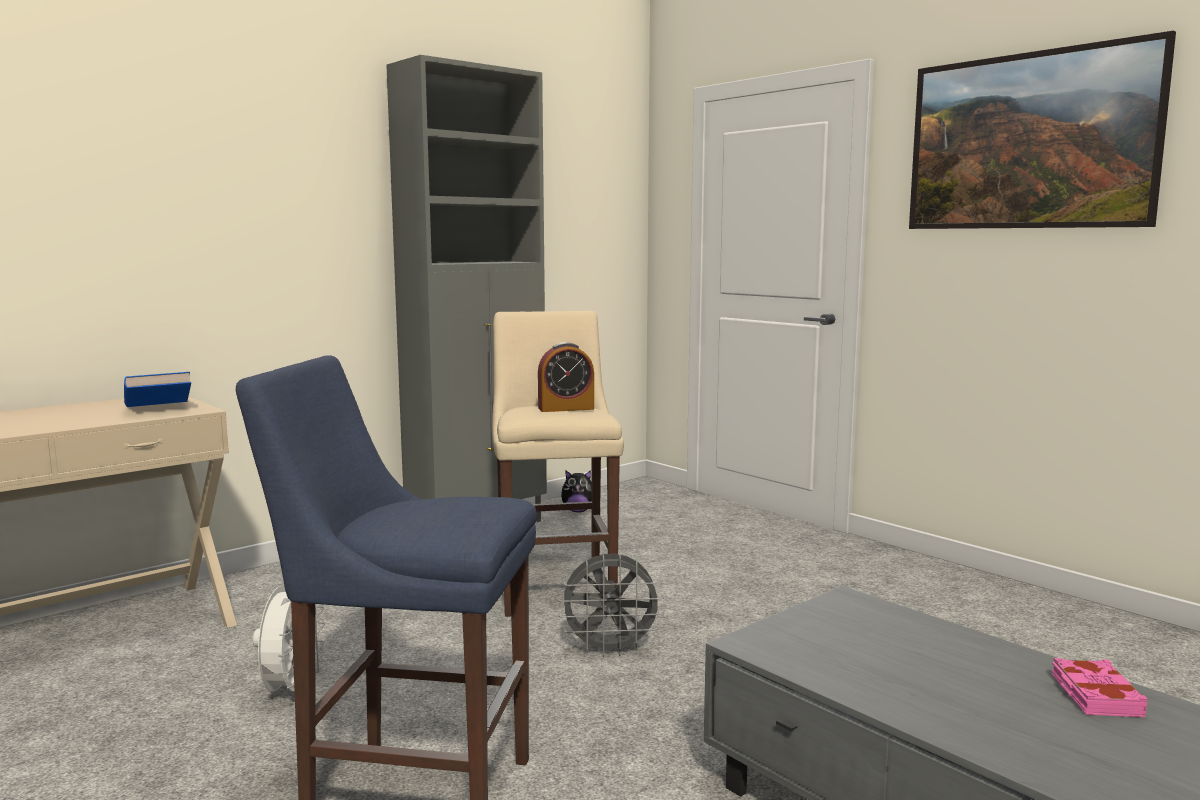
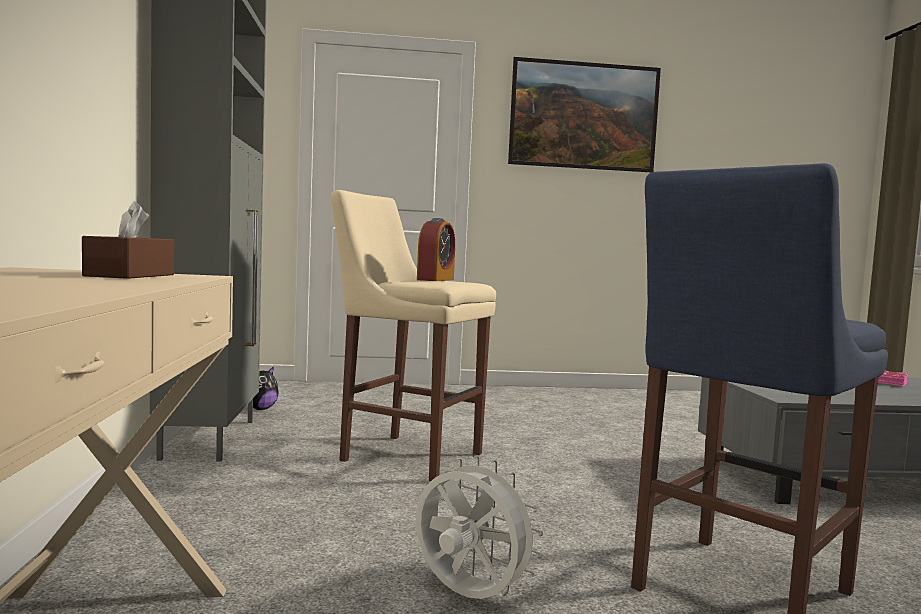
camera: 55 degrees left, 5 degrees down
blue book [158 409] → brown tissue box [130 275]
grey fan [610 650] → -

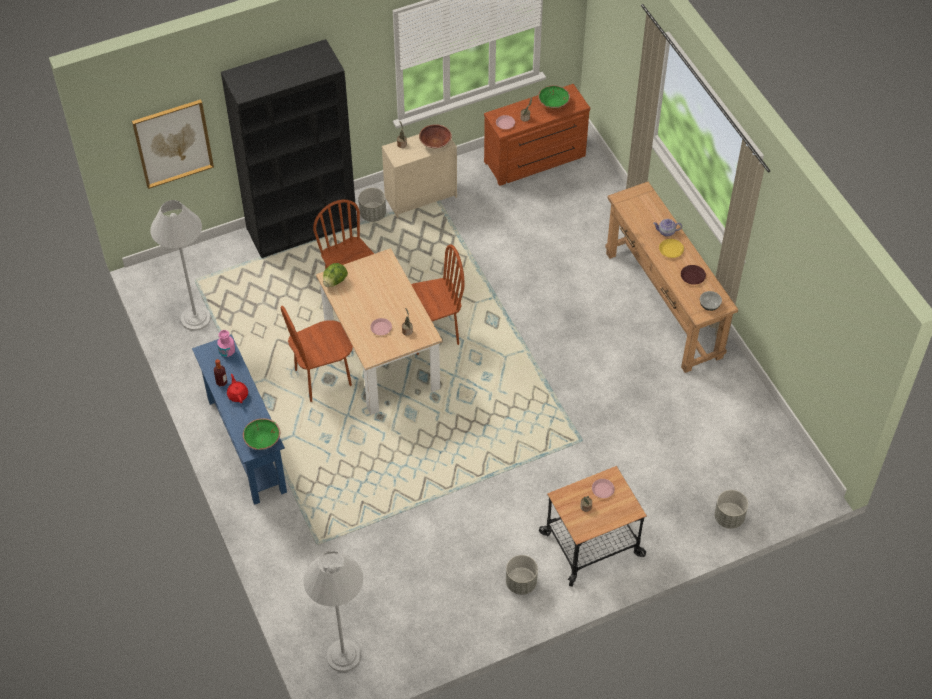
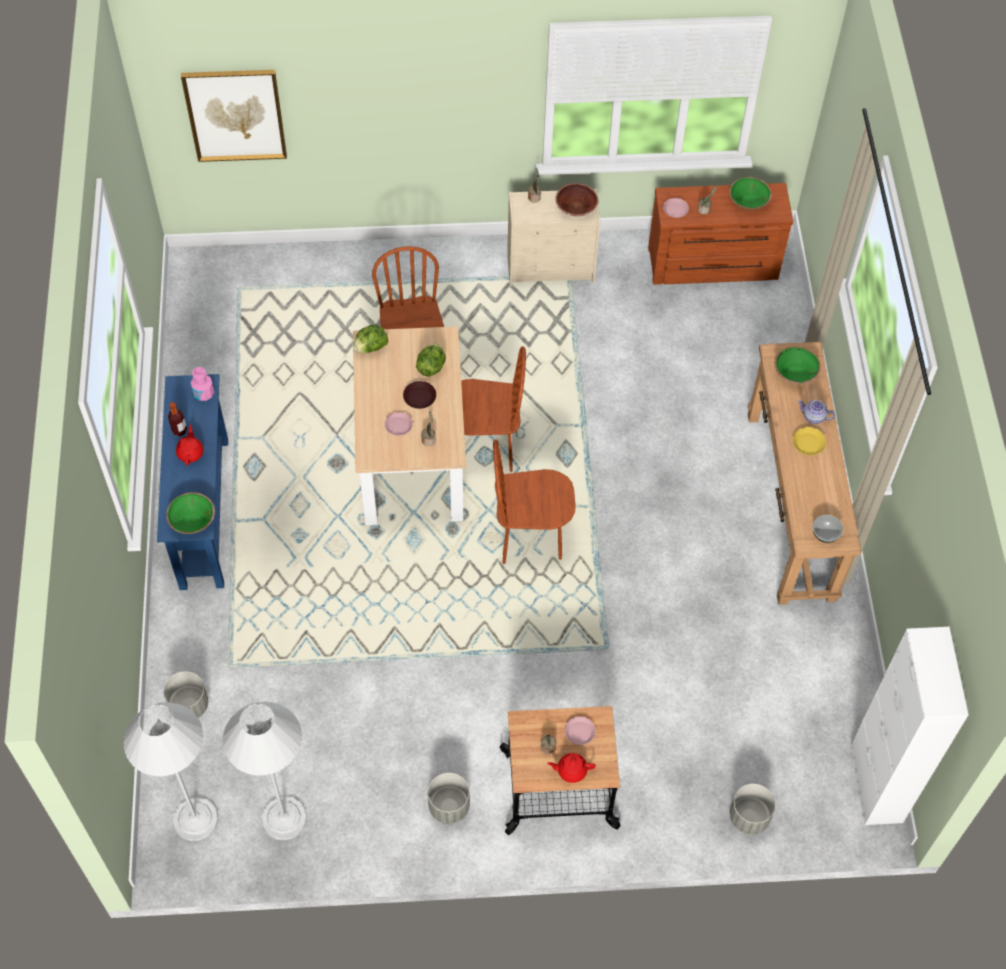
camera: 20 degrees right, 5 degrees up
white floor lamp [195 318] → white floor lamp [284 818], moved
black bookcase [302 227] → -
brown chair [323 378] → brown chair [530 537], moved
grey planter [373 214] → grey planter [188 705], moved
brown plate [692 277] → brown plate [419 397], moved
- → lettuce [431 366]
- → red teapot [571 770]
- → green bowl [795 373]
- → white cabinet [876 783]

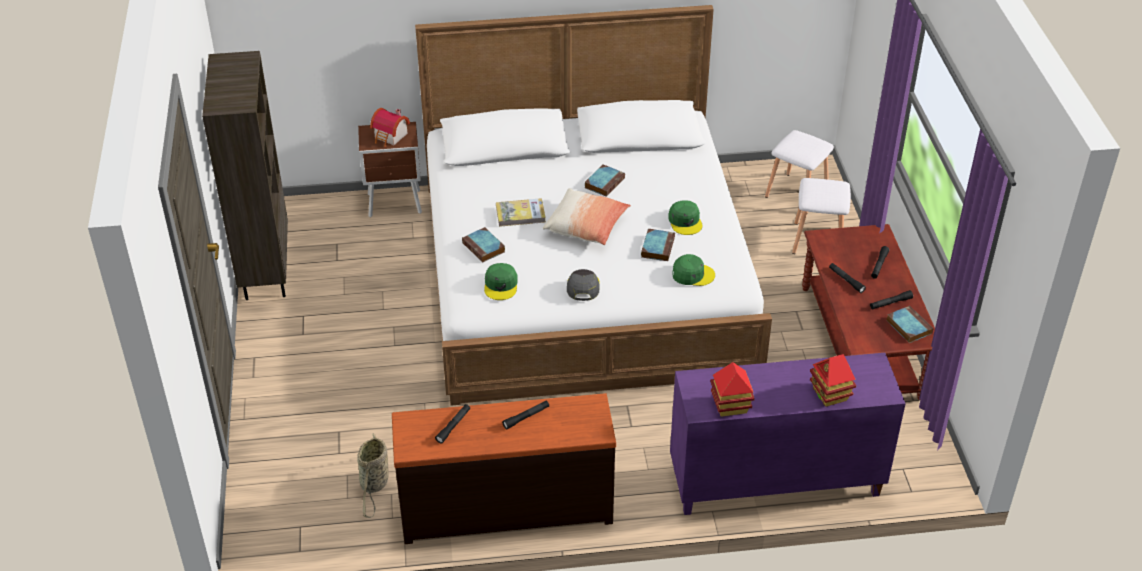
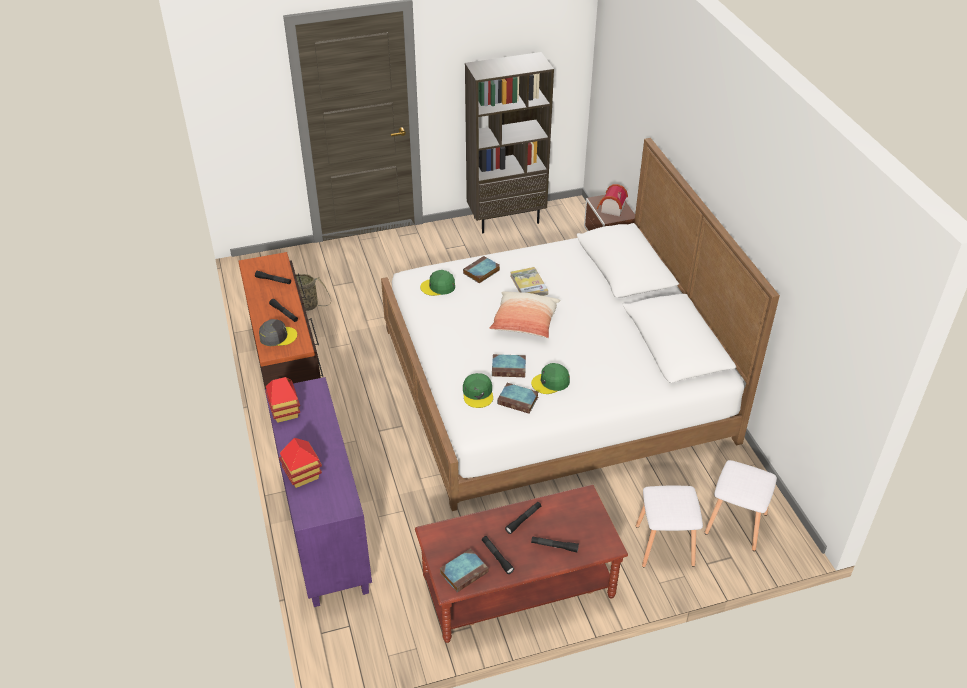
camera: 80 degrees right, 0 degrees up
grey cap [582 287] → grey cap [277 336], moved
book [604 182] → book [518 400], moved

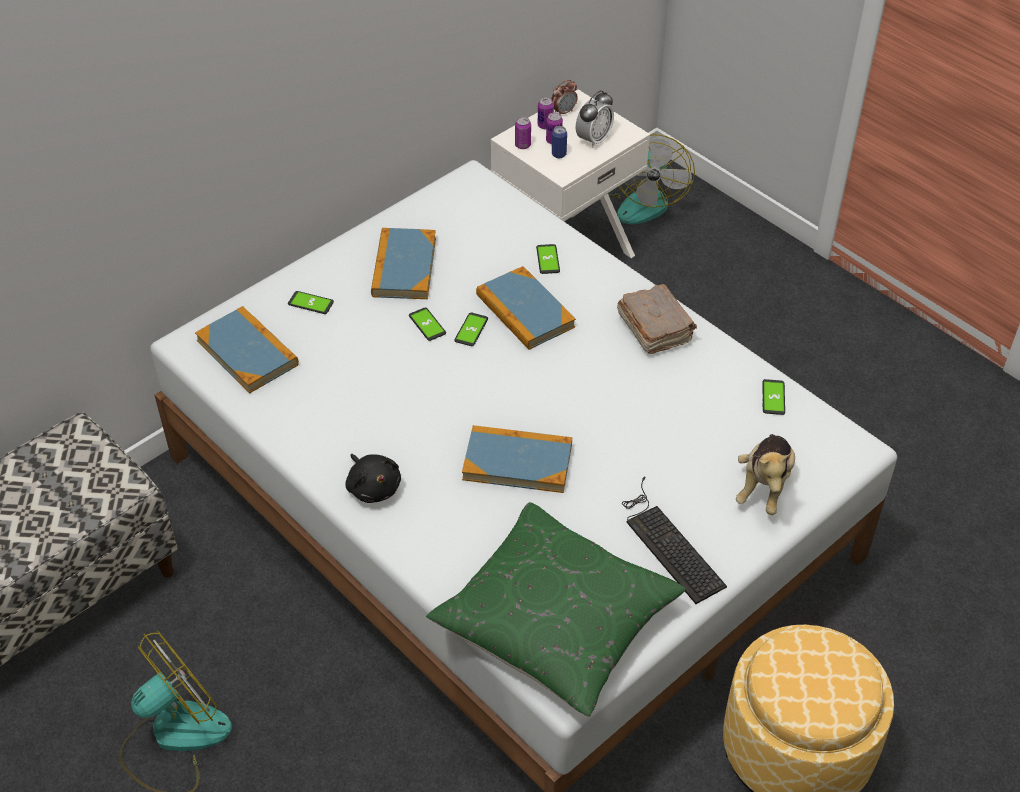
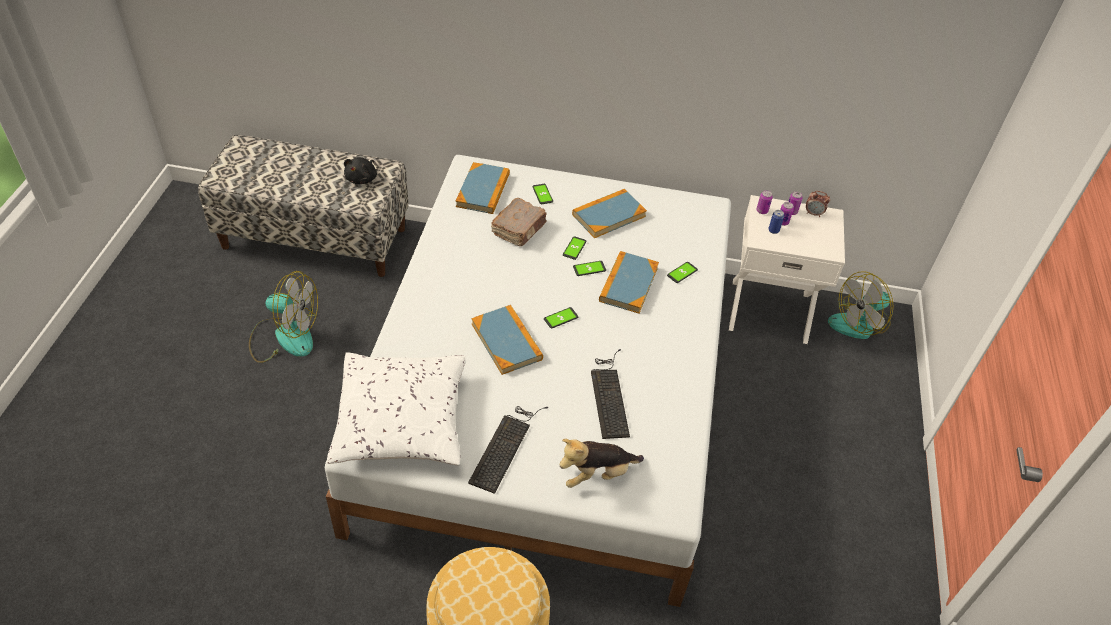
camera: 50 degrees right, 0 degrees up
black plush toy [373 487] → black plush toy [362 178], moved
green pillow [555 622] → white pillow [401 420]
alarm clock [593 140] → -
brown book [654 328] → brown book [519 229], moved
phone [773 397] → phone [561 318], moved
- → keyboard [609 395]

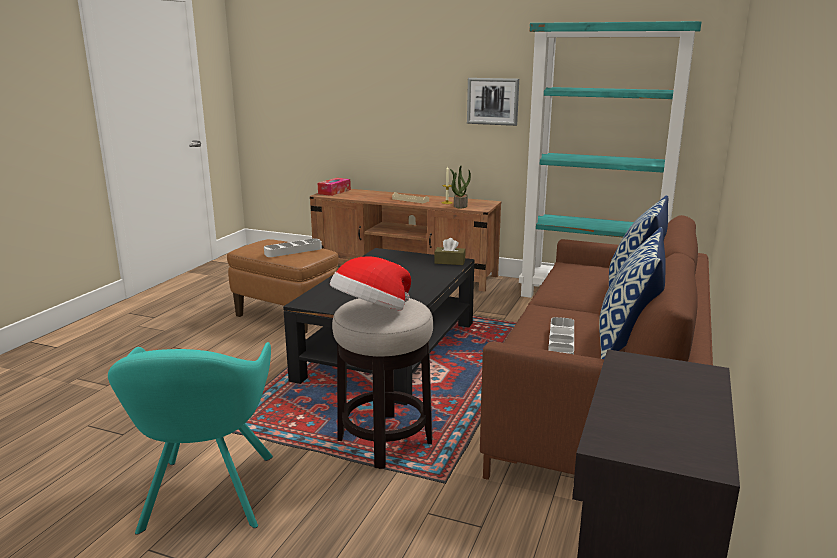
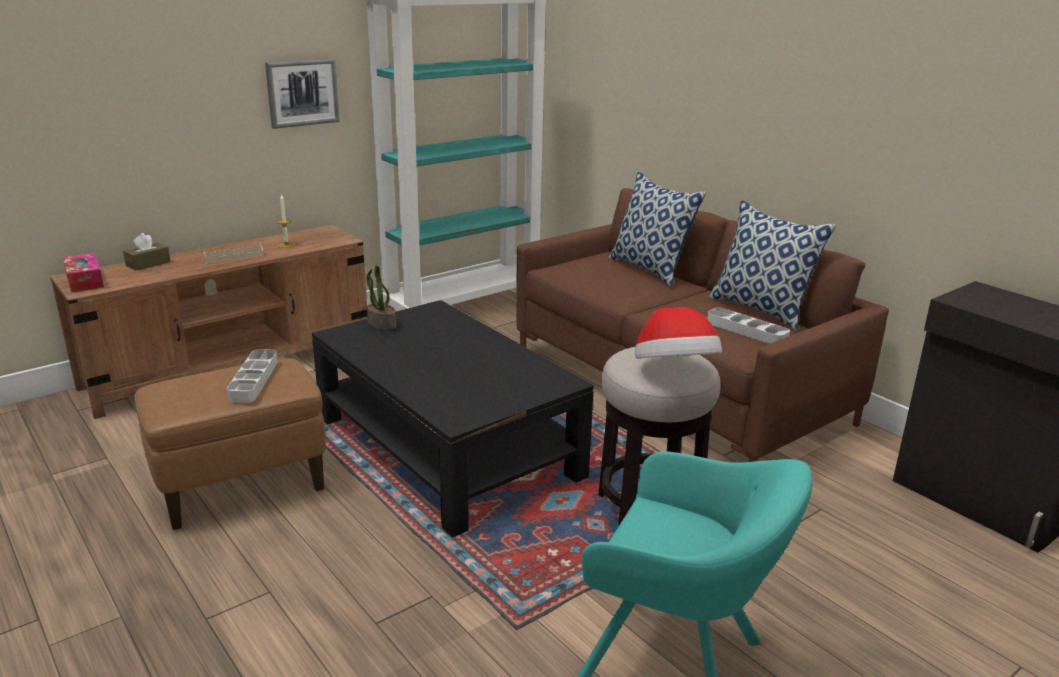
camera: 60 degrees left, 5 degrees up
brown tissue box [449 262] → brown tissue box [148 264], moved
potted plant [460 205] → potted plant [381 324], moved

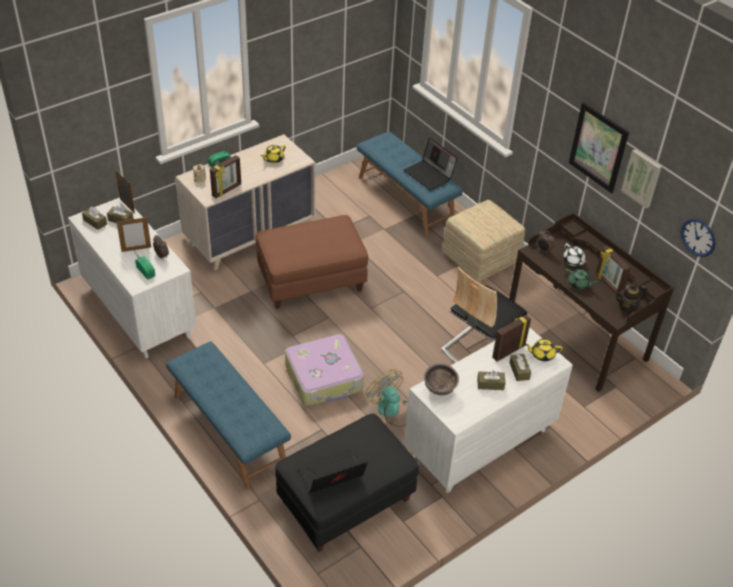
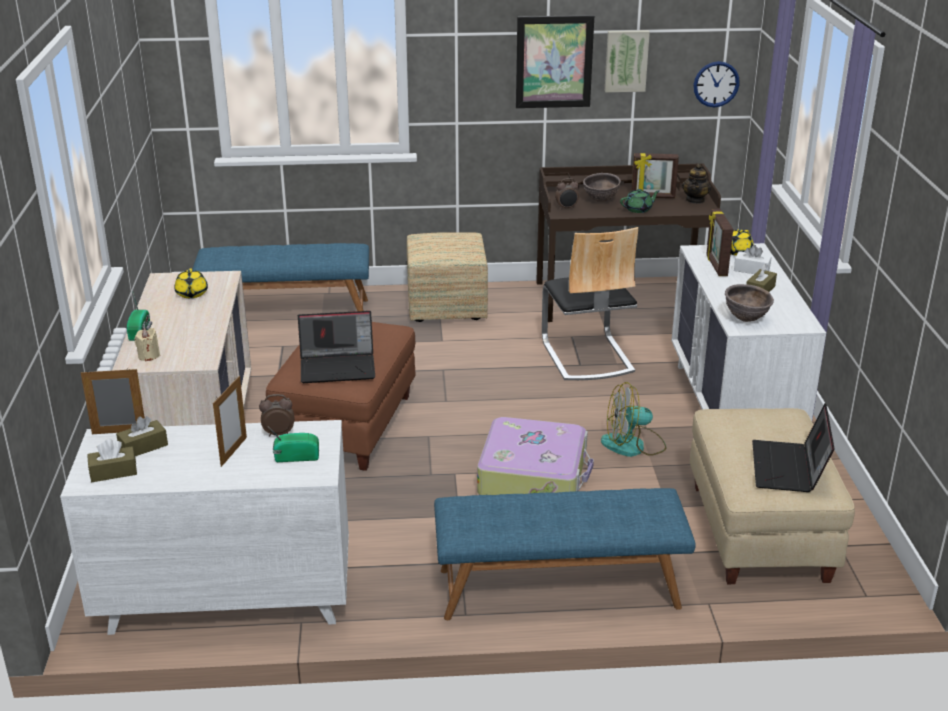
camera: 55 degrees left, 15 degrees down
picture frame [227 190] → -
black ottoman [346 502] → beige ottoman [760 532]
laptop [429 175] → laptop [338 367], moved
brown tissue box [519 371] → white tissue box [751 270]
white teapot [573 261] → brown bowl [600 201]

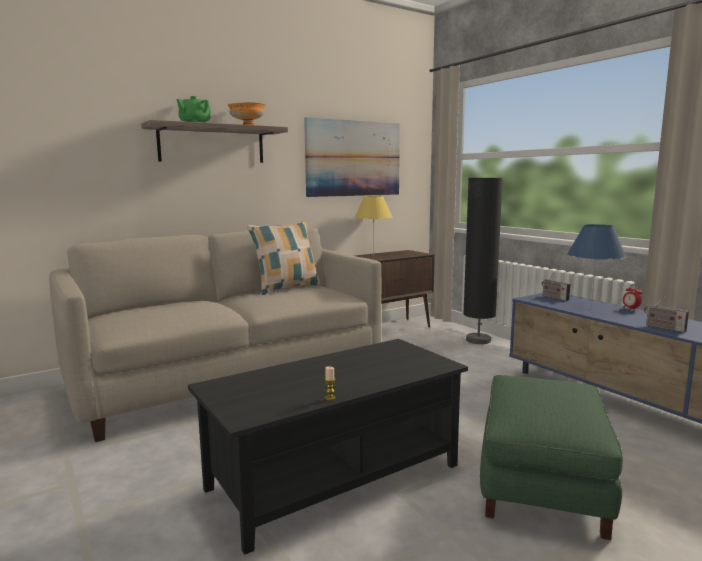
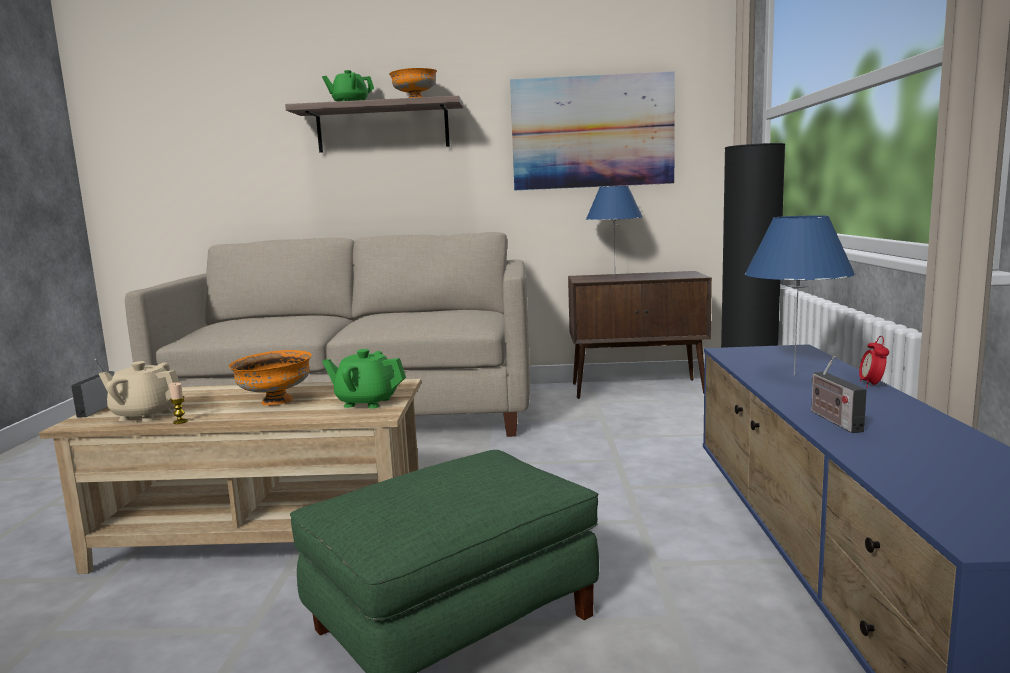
camera: 35 degrees right, 0 degrees up
black coffee table [335 476] → beige coffee table [265 534]
pillow [286 288] → -
yellow table lamp [373 255] → blue table lamp [614 276]
radio [554 297] → radio [99 408], moved
- → beige teapot [145 415]
- → orange bowl [275 402]
- → green teapot [366 402]

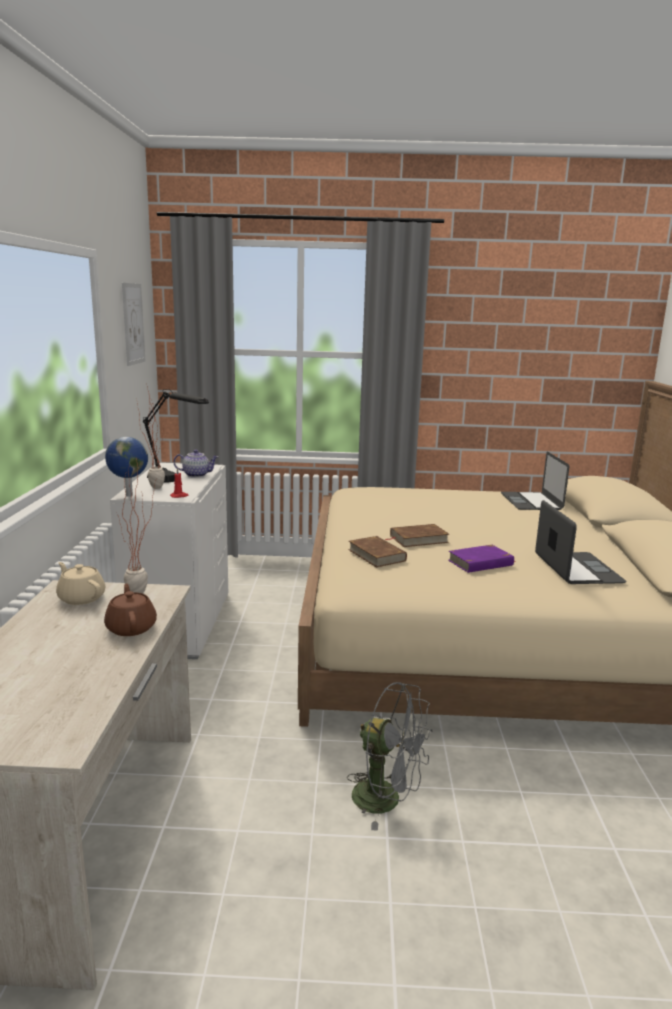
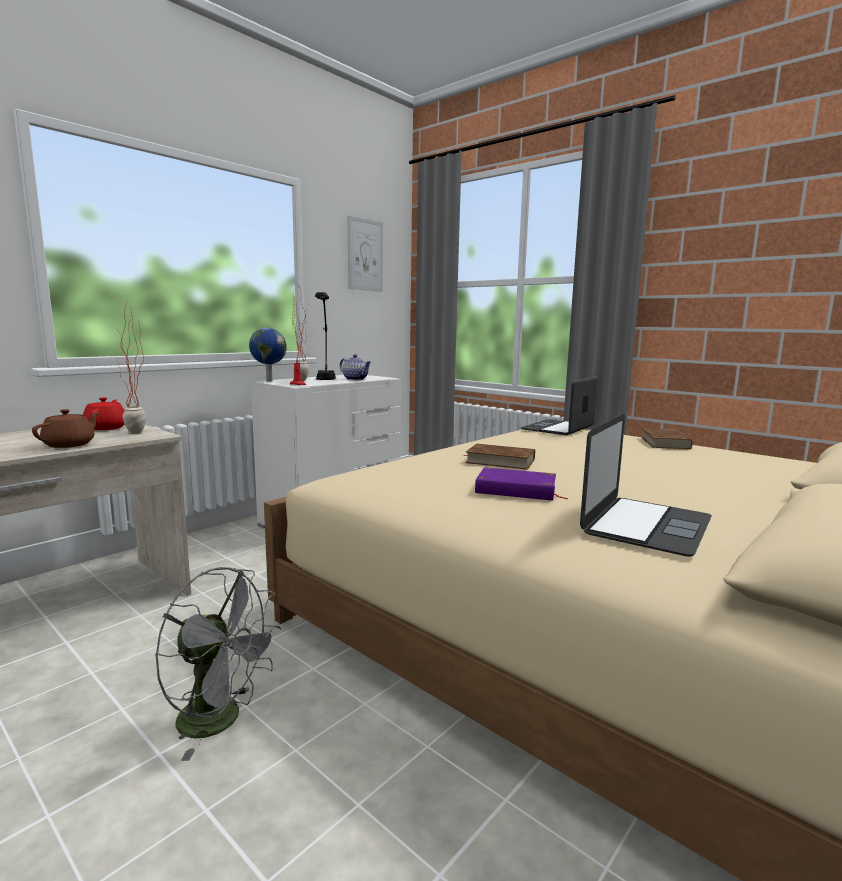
camera: 40 degrees right, 5 degrees down
beige teapot [81 598] → red teapot [106 428]
grey fan [387 800] → grey fan [221 720], 45 degrees counterclockwise
brown book [376 555] → brown book [665 443], moved
laptop [531 501] → laptop [558 428], moved

